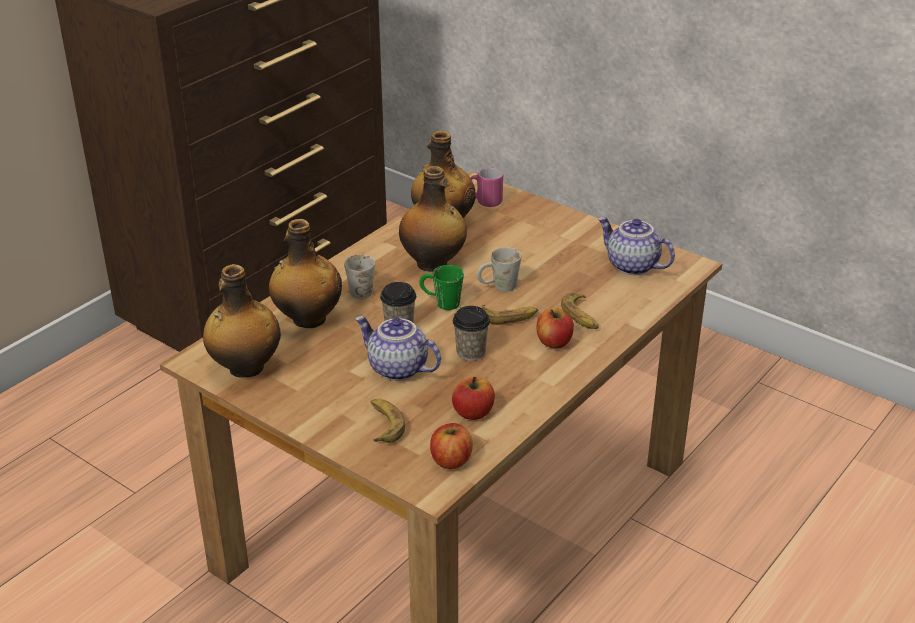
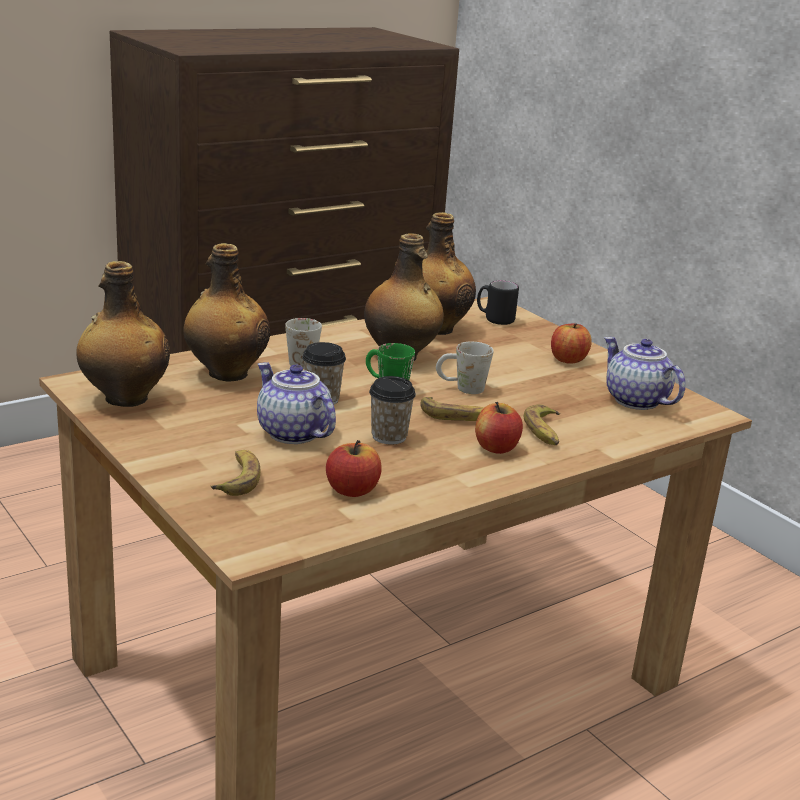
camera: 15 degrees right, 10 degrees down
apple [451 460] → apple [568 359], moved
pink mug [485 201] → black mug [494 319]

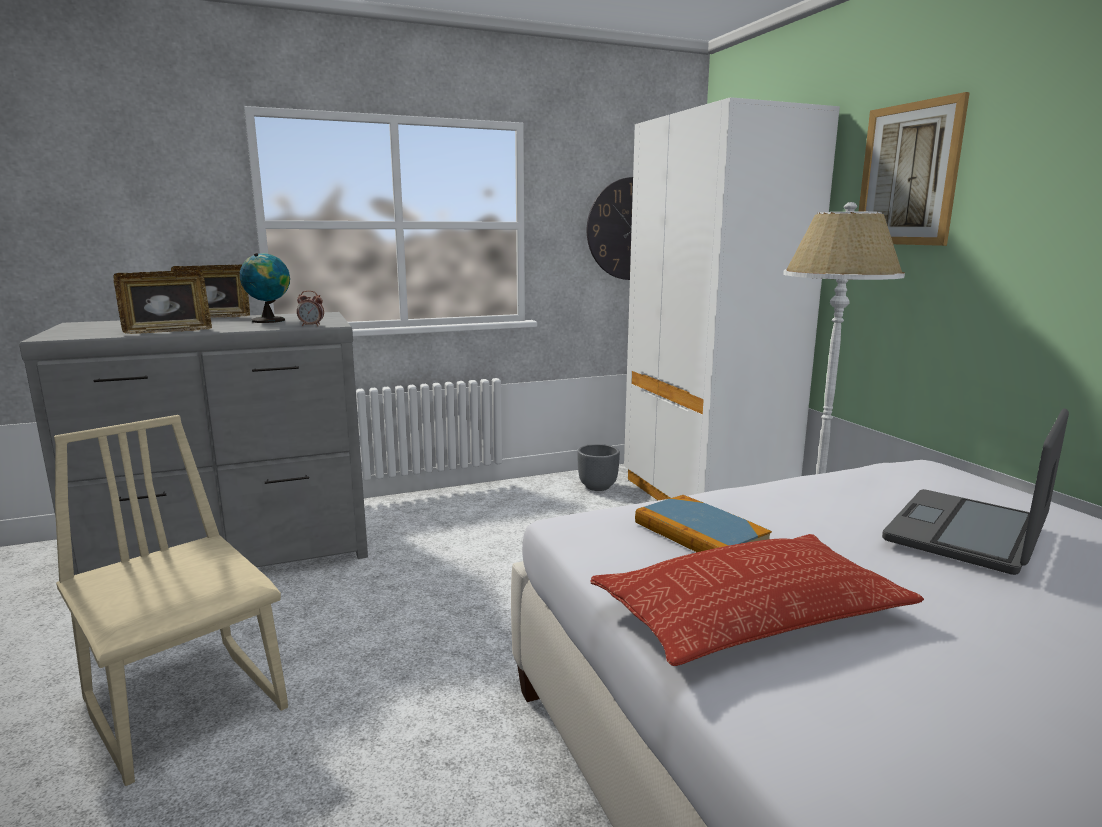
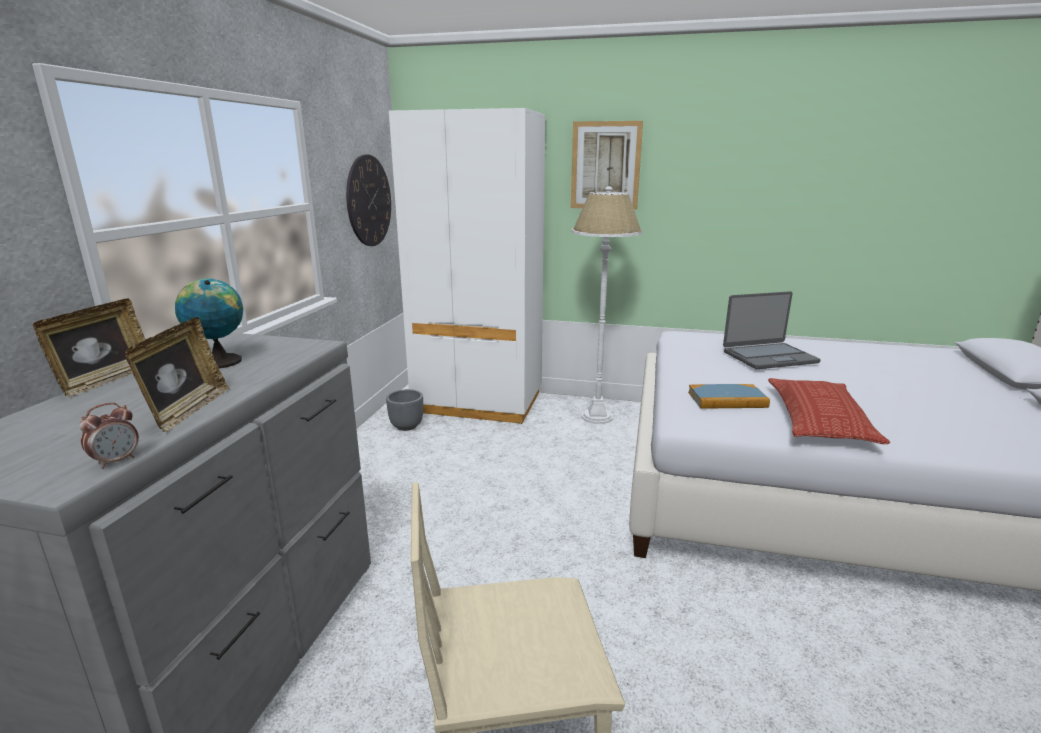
camera: 55 degrees left, 5 degrees up
alarm clock [311 325] → alarm clock [117 461], moved
laptop [968 533] → laptop [769 357], 90 degrees counterclockwise

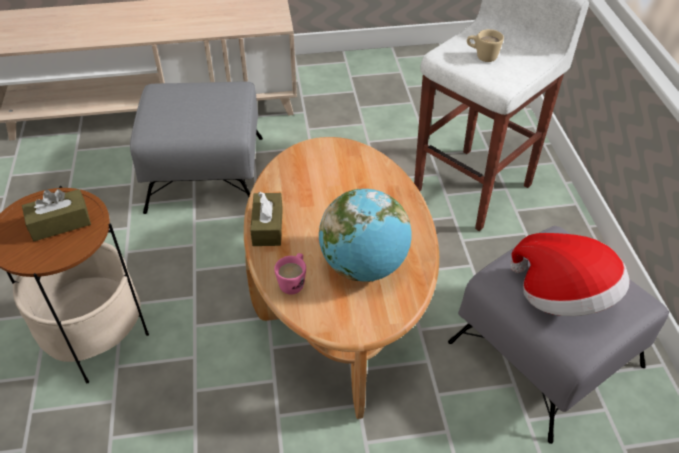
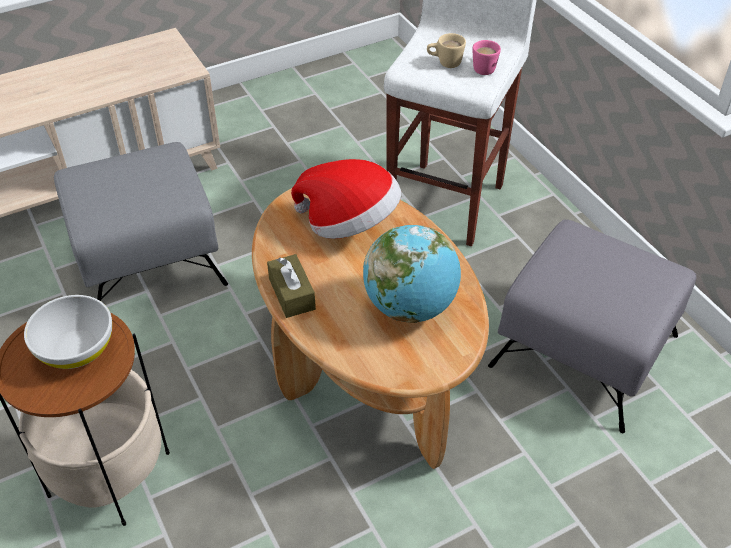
camera: 20 degrees left, 0 degrees up
brown tissue box [60 223] → white bowl [76 348]
pink mug [294 282] → pink mug [483 67], moved
hat [563 296] → hat [349 223], moved

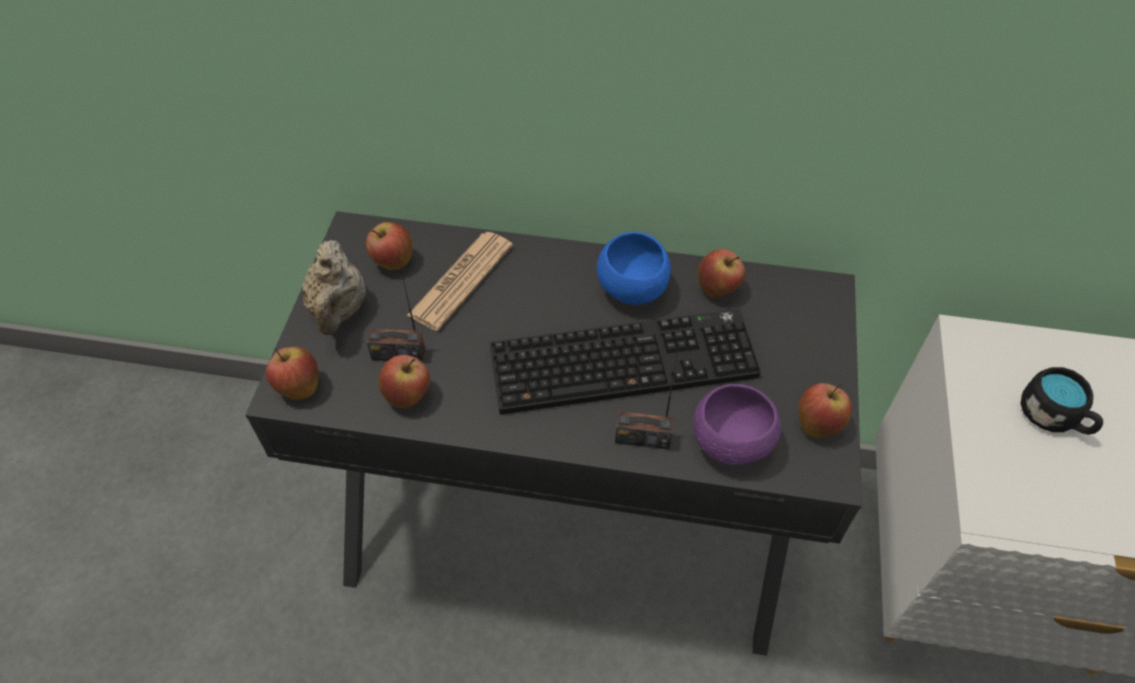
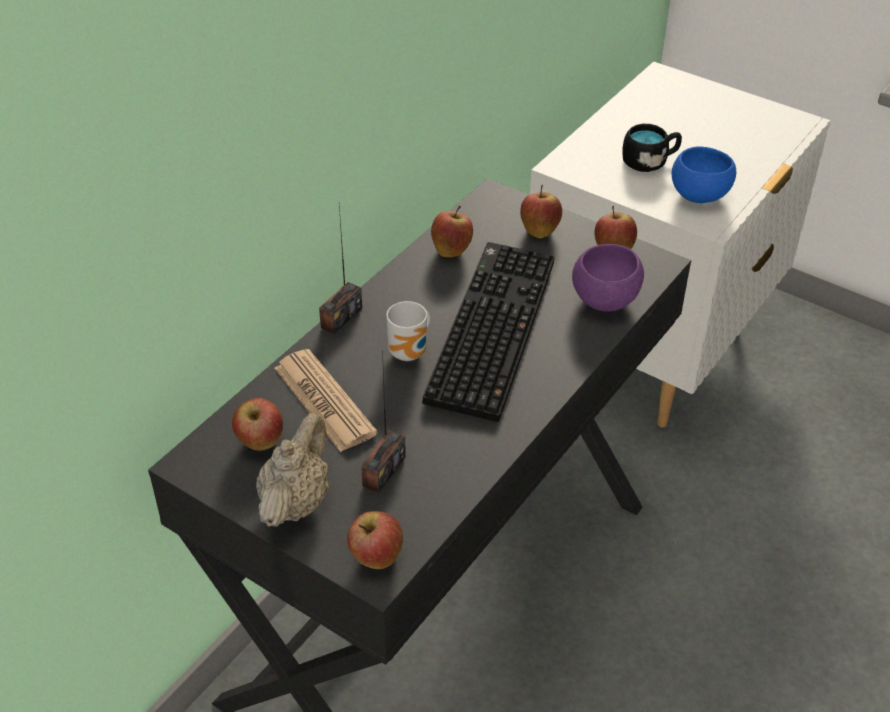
camera: 65 degrees left, 10 degrees down
beige teapot [339 310] → beige teapot [296 502], 90 degrees counterclockwise
apple [408 396] → apple [539 230], moved
blue bowl [631 289] → blue bowl [699 196], moved
radio [642 437] → radio [341 317], moved
- → mug [411 353]

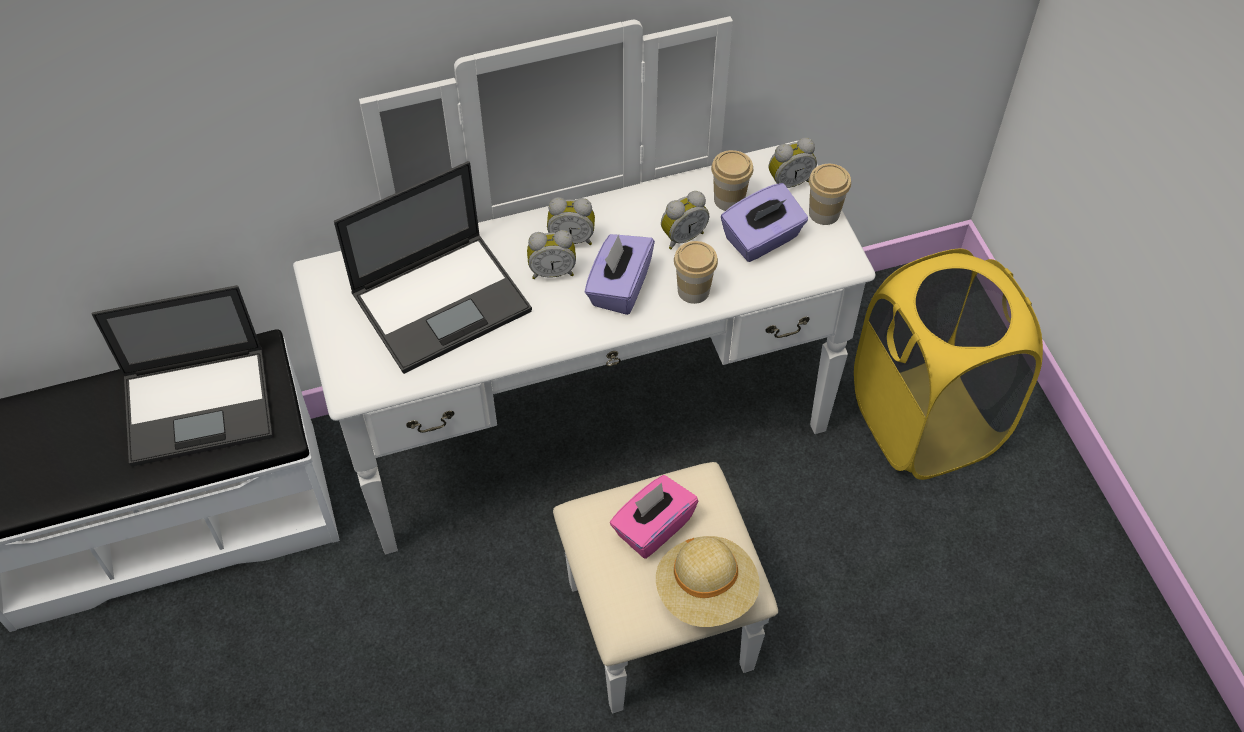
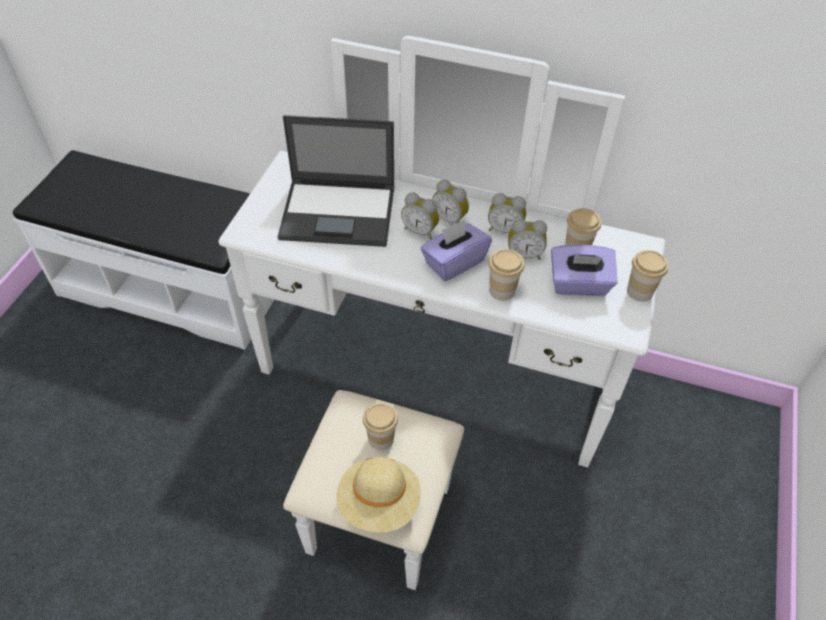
camera: 35 degrees right, 5 degrees down
laptop [200 405] → -
pink tissue box [652 527] → cup [381 438]
alarm clock [788 182] → alarm clock [505 229], moved
yellow laundry basket [925 422] → -

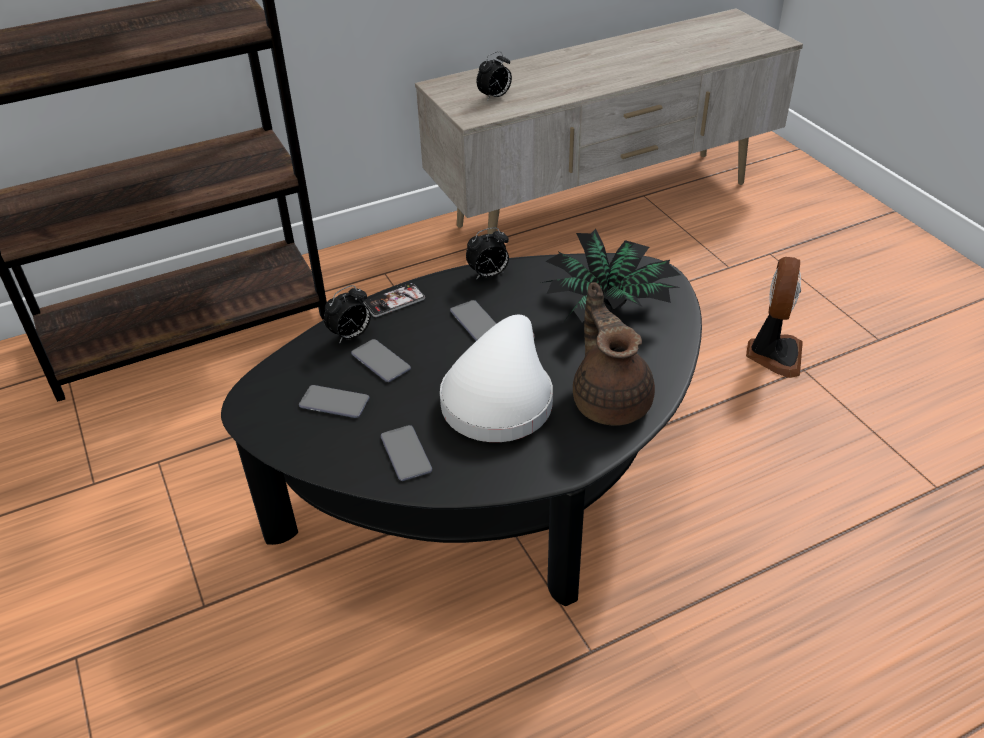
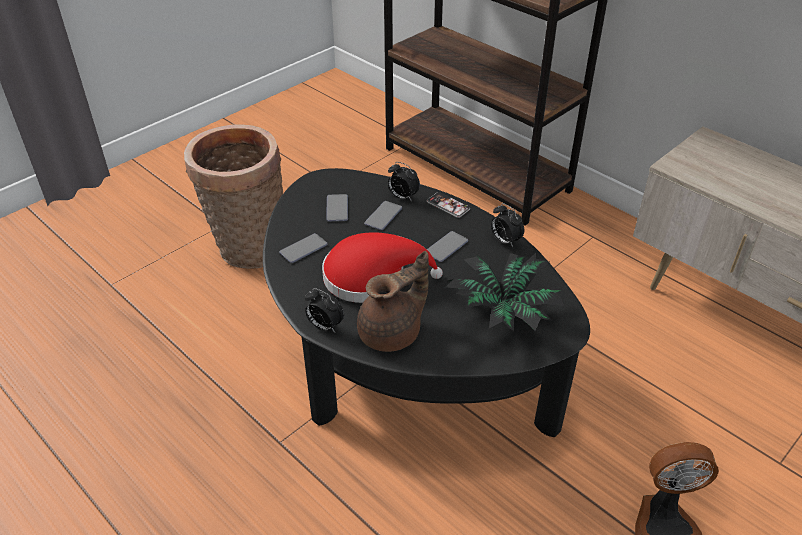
camera: 70 degrees right, 0 degrees up
white hat [499 397] → red hat [371 277]
alarm clock [495 97] → alarm clock [324 326], moved
- → basket [248 249]

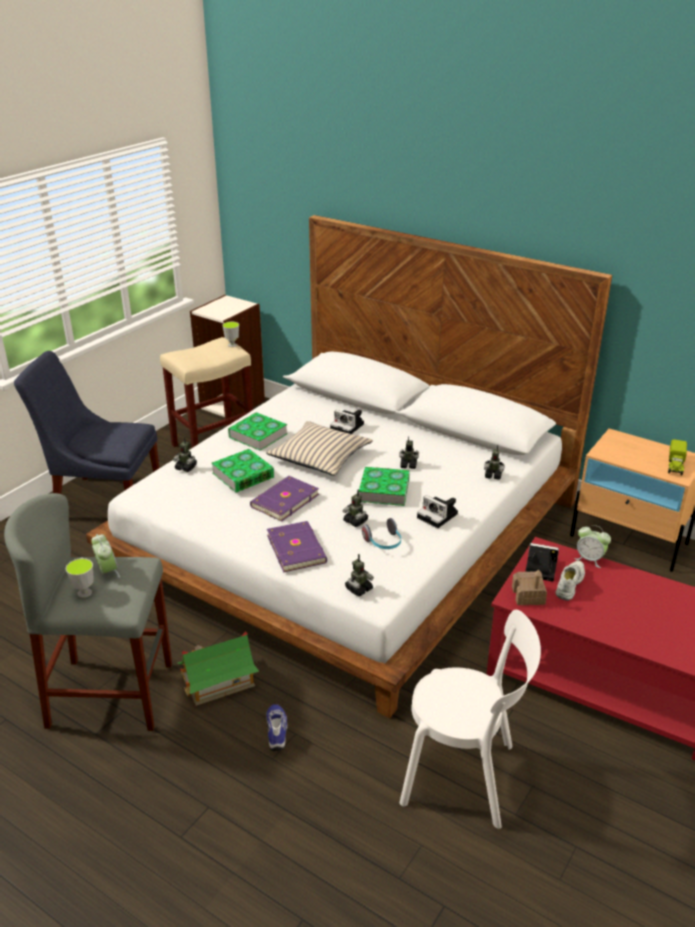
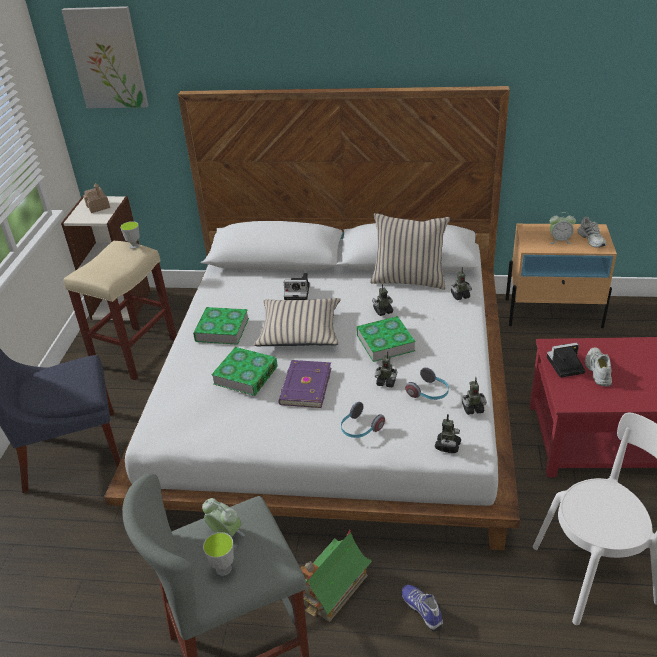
camera: 25 degrees left, 5 degrees up
toy robot [186 467] → toy robot [472 408], moved
purple book [297 548] → headphones [360 429]
photo camera [439 516] → -
toy house [528 596] → toy house [98 207], moved
alarm clock [589 559] → alarm clock [559 240], moved
toy truck [675 465] → white shoe [592 239]
- → picture [107 58]
- → beige pillow [409 279]

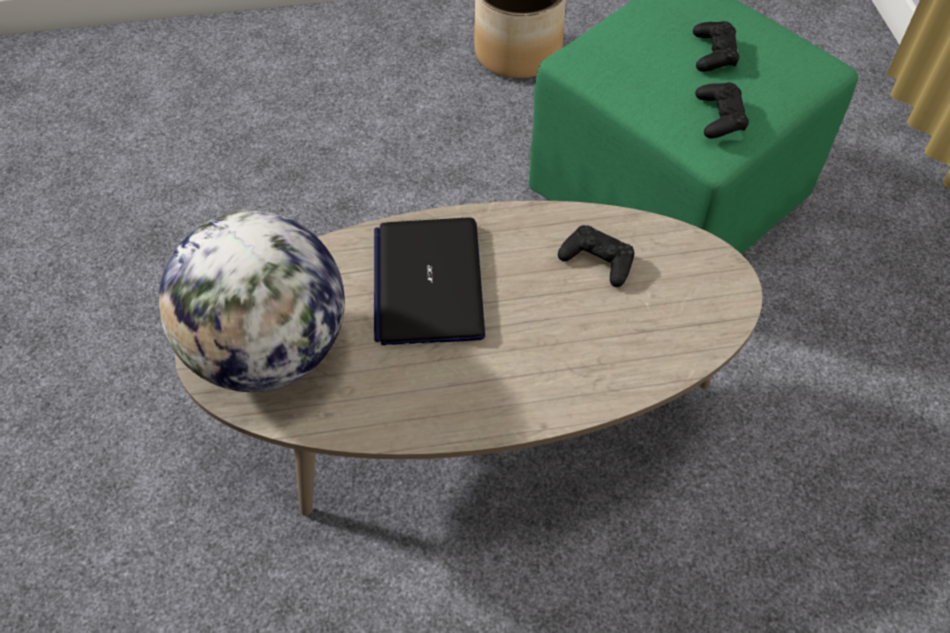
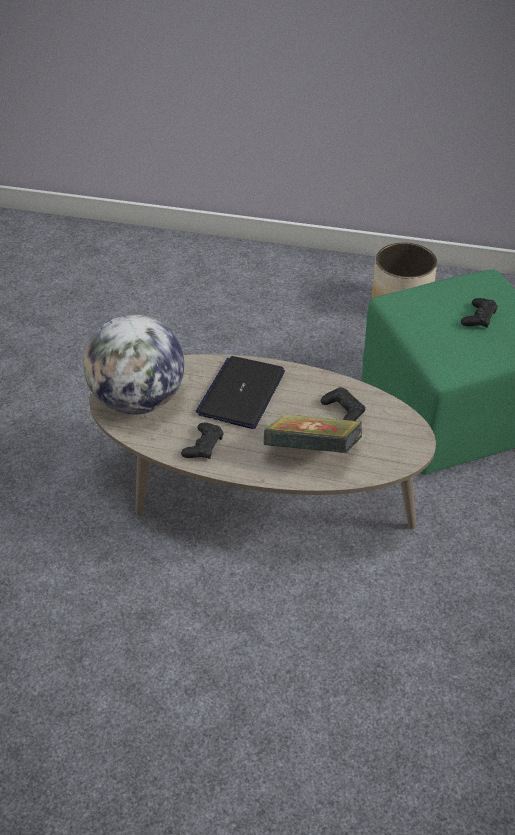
camera: 25 degrees right, 10 degrees down
black game controller [720 117] → black game controller [203 446], moved
- → book [312 452]

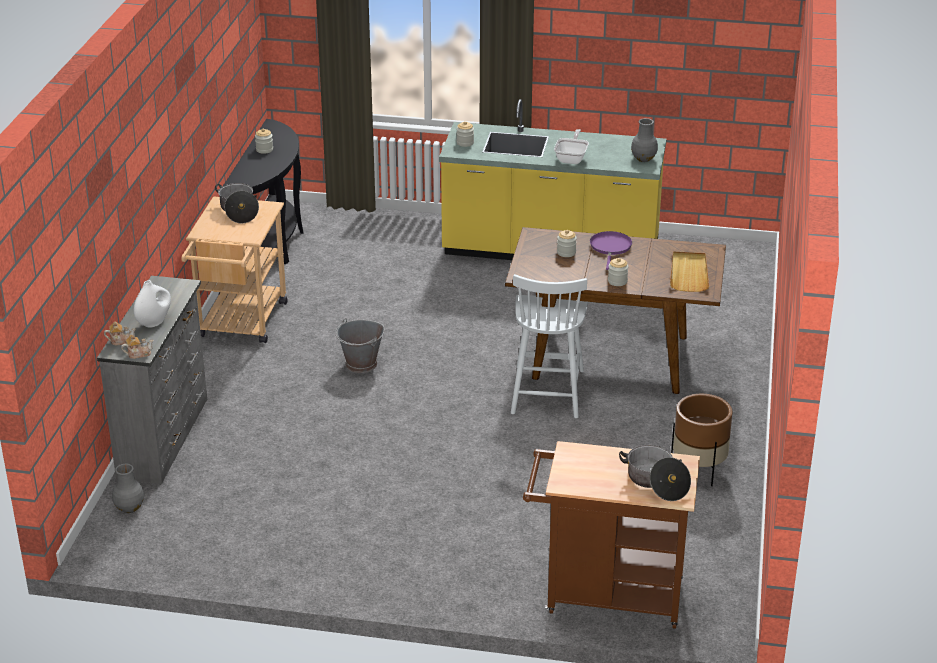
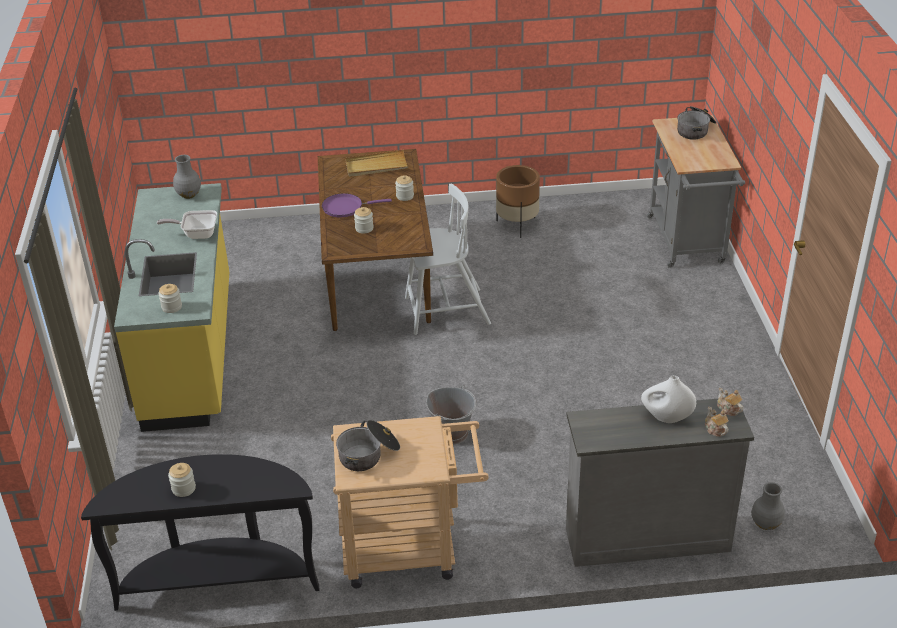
camera: 105 degrees left, 5 degrees up
brown cart [605 596] → grey cart [687 244]

